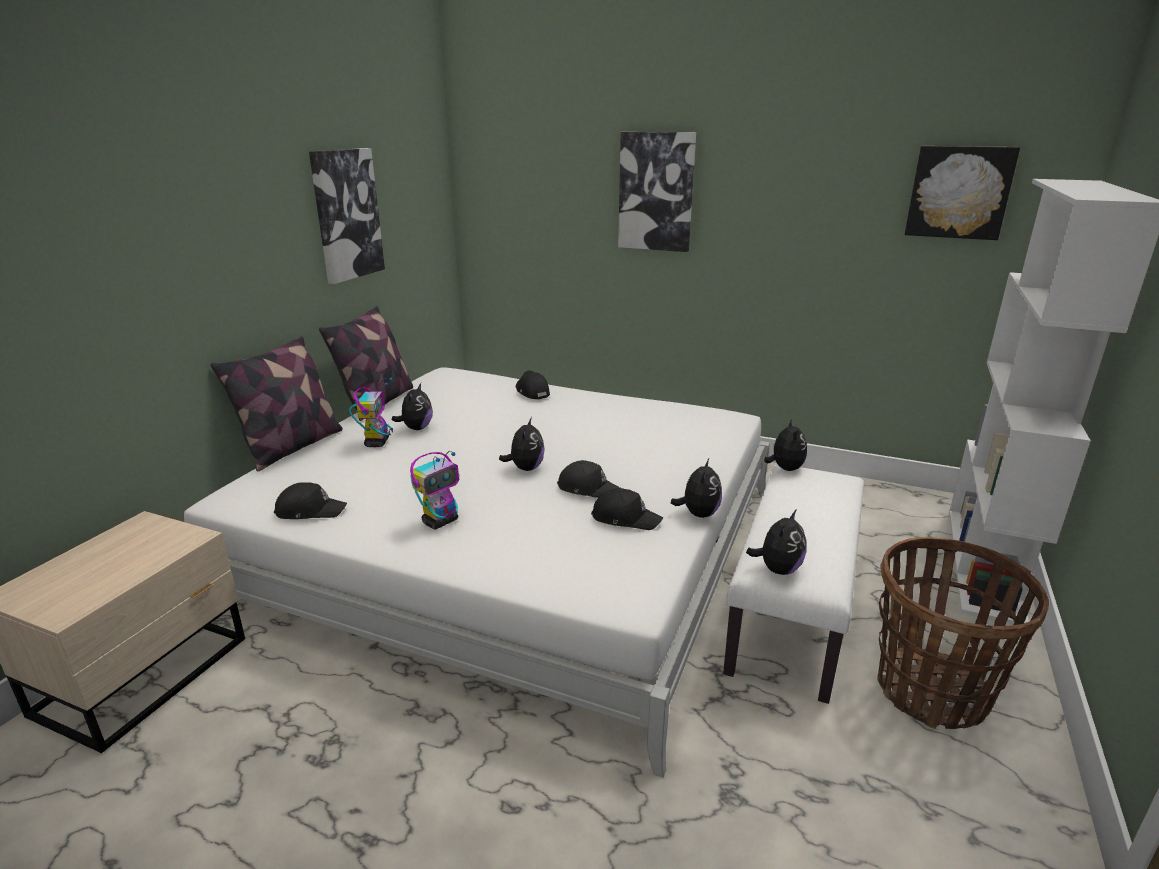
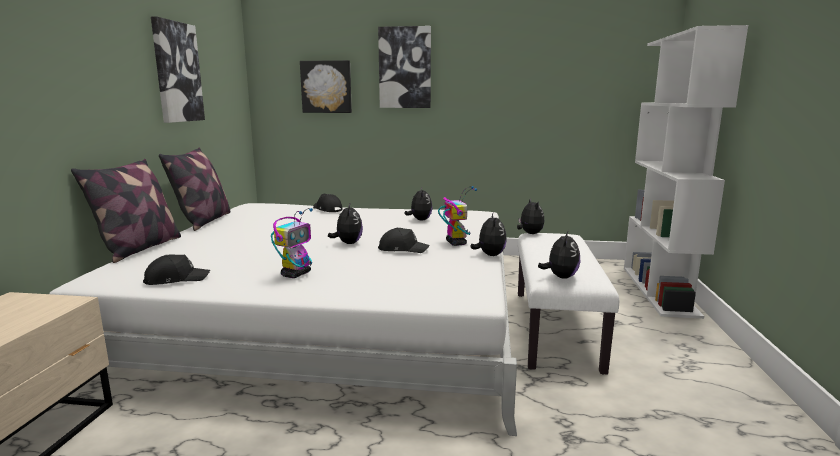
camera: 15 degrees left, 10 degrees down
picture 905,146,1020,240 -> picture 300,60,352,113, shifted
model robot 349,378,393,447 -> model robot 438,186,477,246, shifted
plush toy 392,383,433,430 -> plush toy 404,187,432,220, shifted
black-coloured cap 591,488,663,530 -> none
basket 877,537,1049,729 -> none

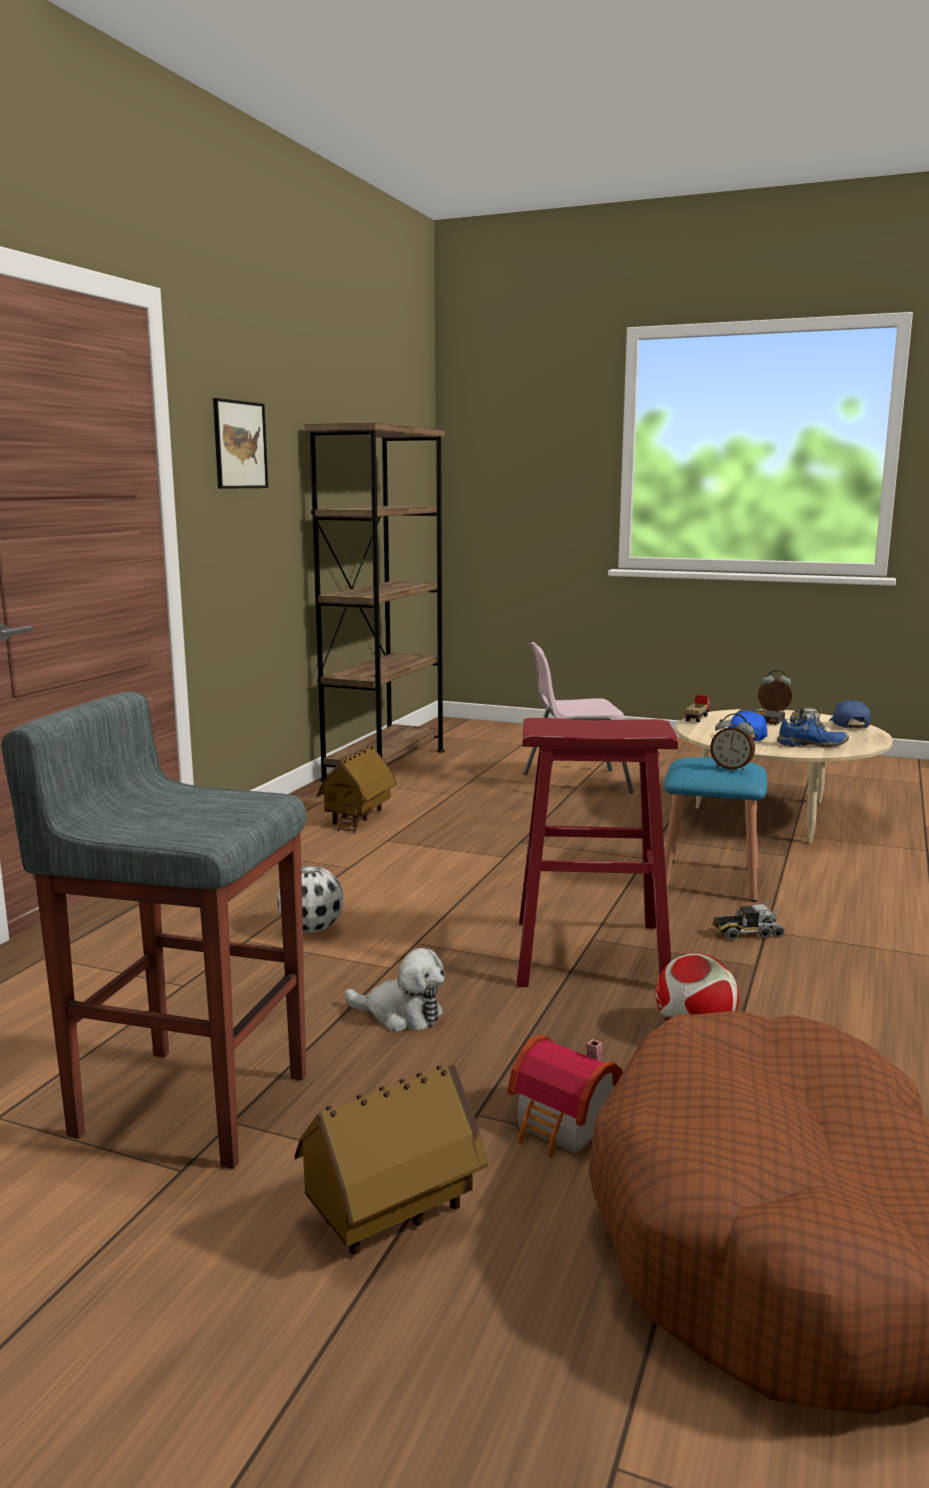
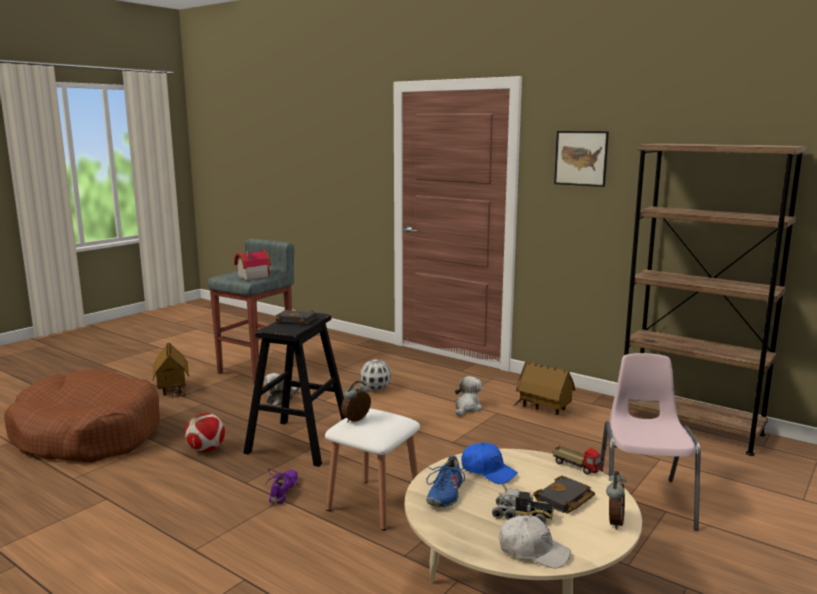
camera: 105 degrees right, 0 degrees up
bluish cap 829,700,871,728 -> white cap 499,516,571,569
reddish stool 517,718,678,987 -> black-coloured stool 243,313,346,467
bluish stool 664,757,767,902 -> white stool 325,408,420,531
toy truck 712,900,785,940 -> purple-coloured shoe 267,469,299,504
model house 508,1034,623,1158 -> model house 234,250,271,280, shifted
none -> black-coloured bound book 276,308,316,324
none -> plush toy 455,376,482,416

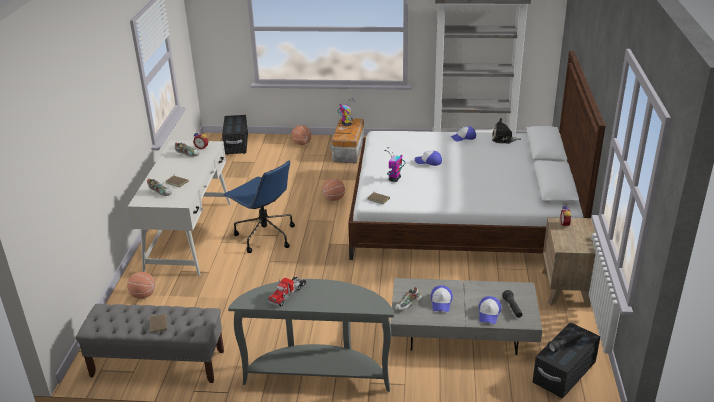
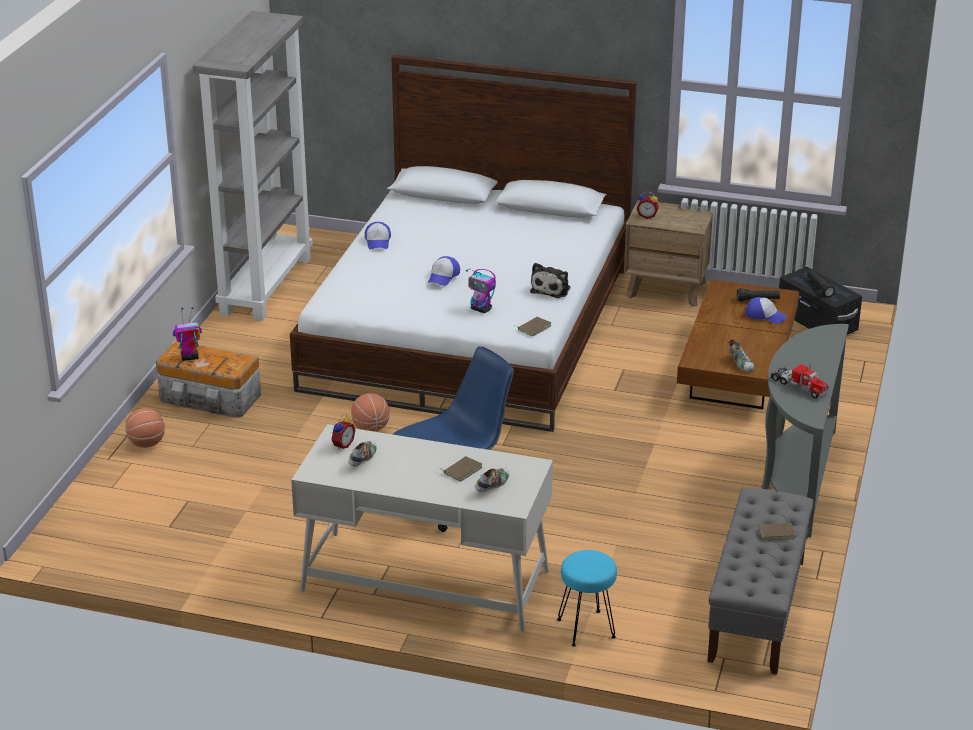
camera: 80 degrees left, 0 degrees up
black-coloured storage container 222,115,248,155 -> none
plush toy 492,118,521,144 -> plush toy 530,263,570,298, shifted
ball for basketball 127,272,155,299 -> blue-green stool 557,550,617,646
gray coffee table 391,278,542,355 -> brown-coloured coffee table 677,279,800,409
cap 431,285,453,312 -> none

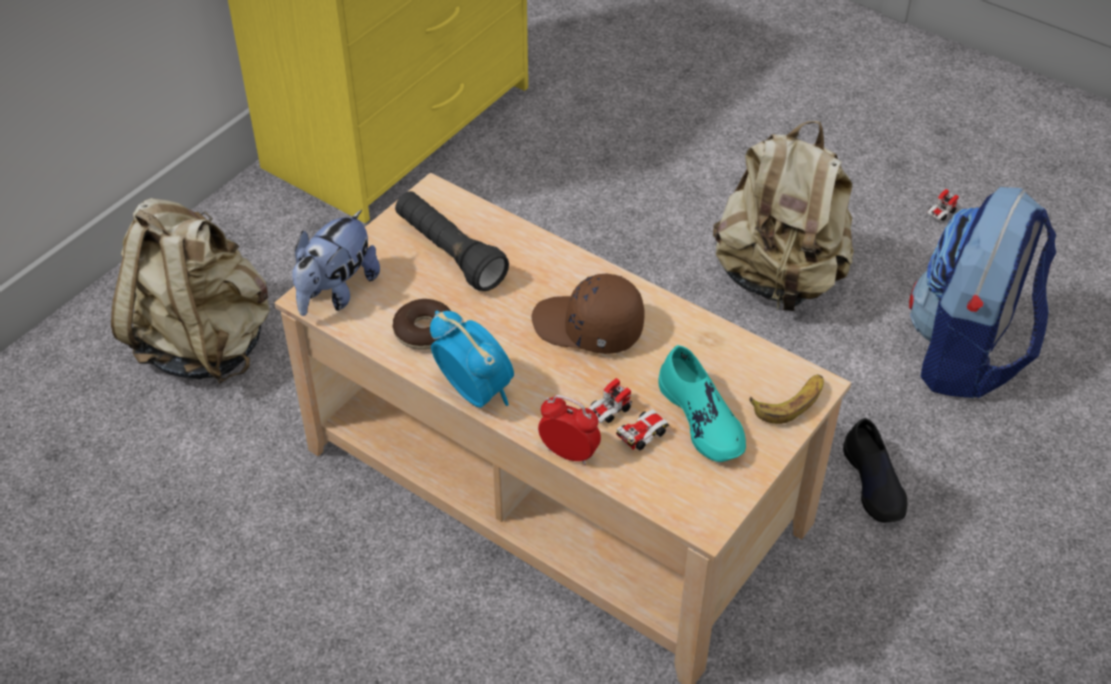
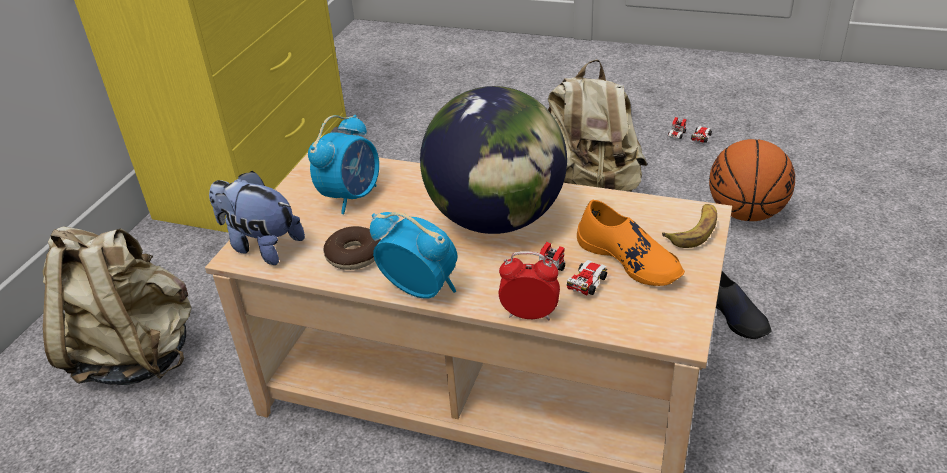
camera: 15 degrees left, 10 degrees down
backpack 909,187,1056,398 -> ball for basketball 709,139,795,221
black-coloured flashlight 395,191,509,291 -> table clock 308,115,379,214
plush toy 292,210,380,316 -> plush toy 209,171,305,265, 105 degrees clockwise
brown-coloured cap 531,274,645,354 -> desk globe 420,86,567,234
blue-green shoe 658,345,746,462 -> orange shoe 577,200,685,286

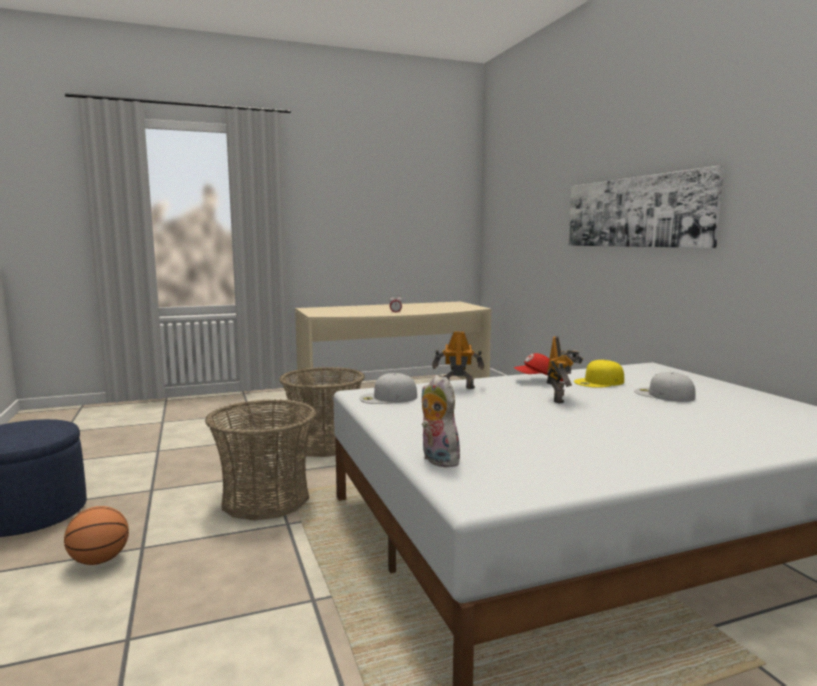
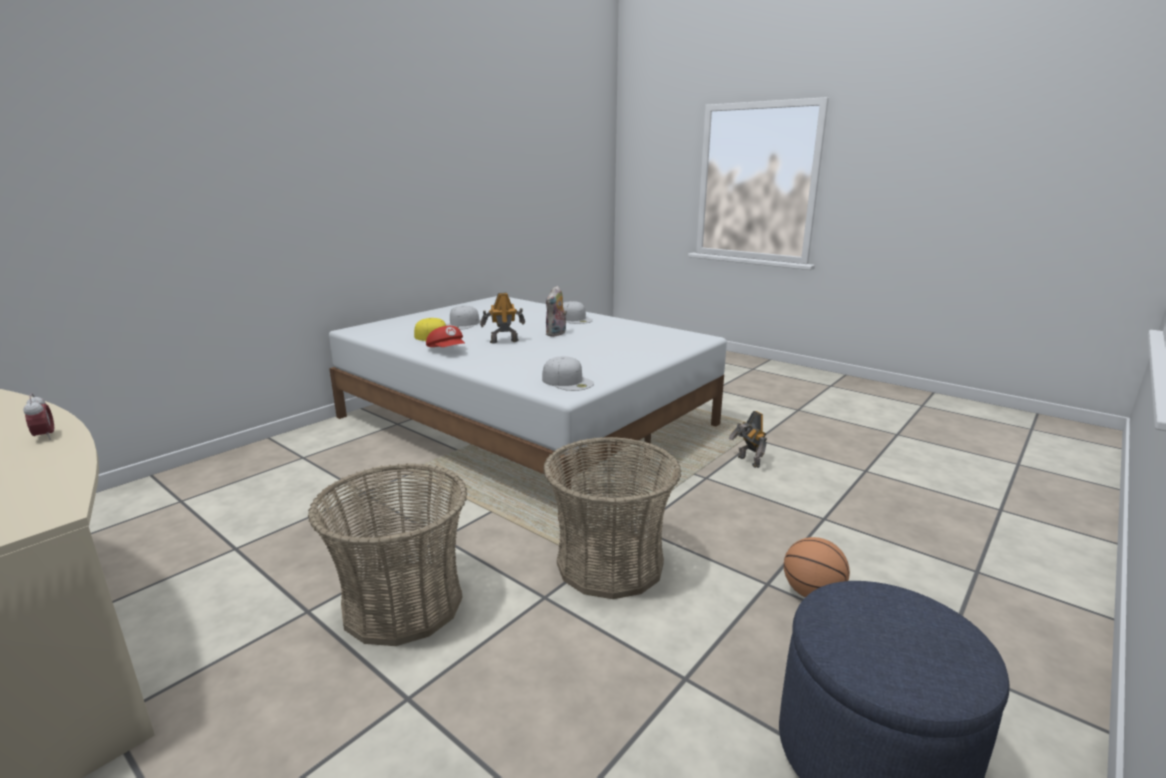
camera: 120 degrees left, 10 degrees up
picture 569,165,724,248 -> none
model robot 432,331,484,389 -> model robot 729,411,767,468, shifted
plush toy 422,375,460,467 -> plush toy 546,285,567,337, shifted
none -> white cap 563,301,593,324

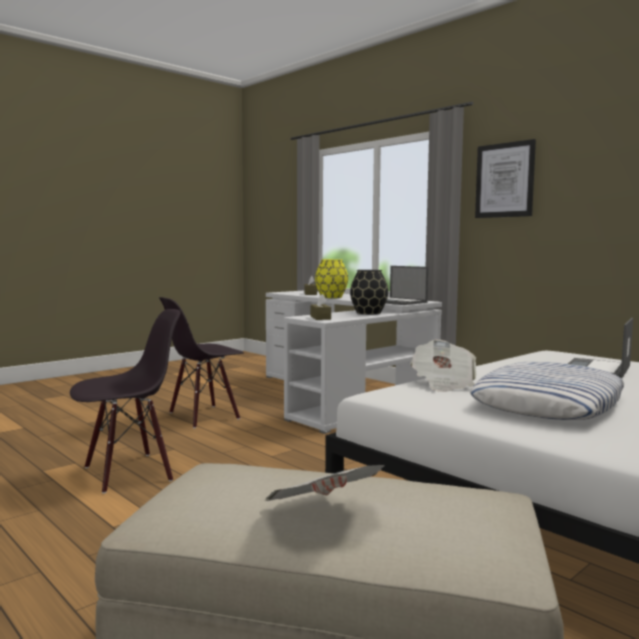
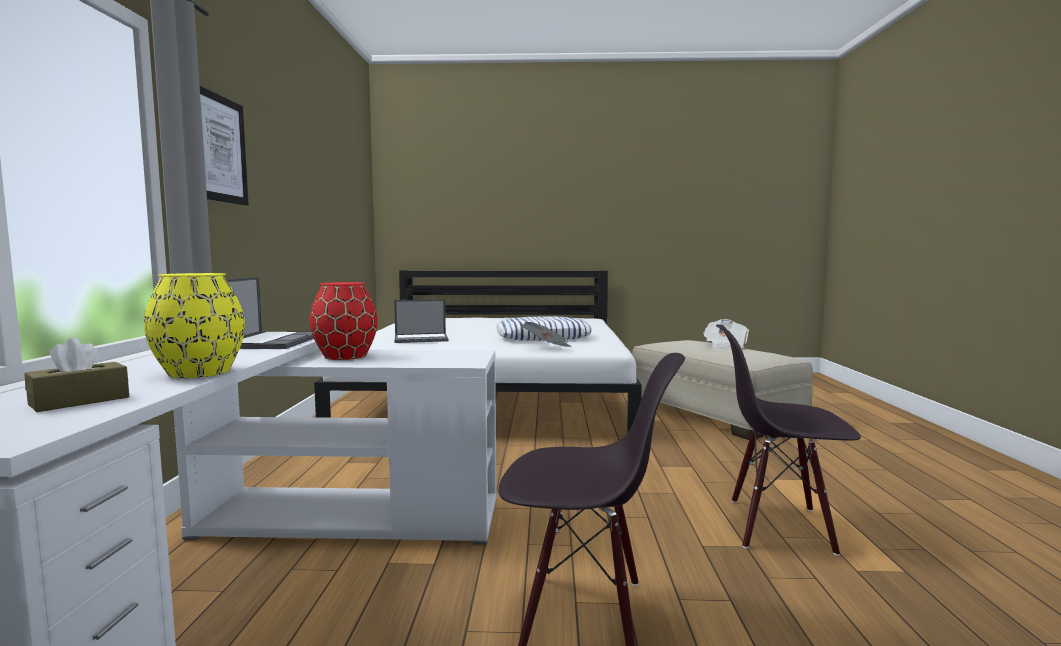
camera: 135 degrees left, 0 degrees up
black-coloured flower vase 350,270,388,314 -> reddish flower vase 310,282,378,360
brown-coloured tissue box 311,294,331,320 -> none

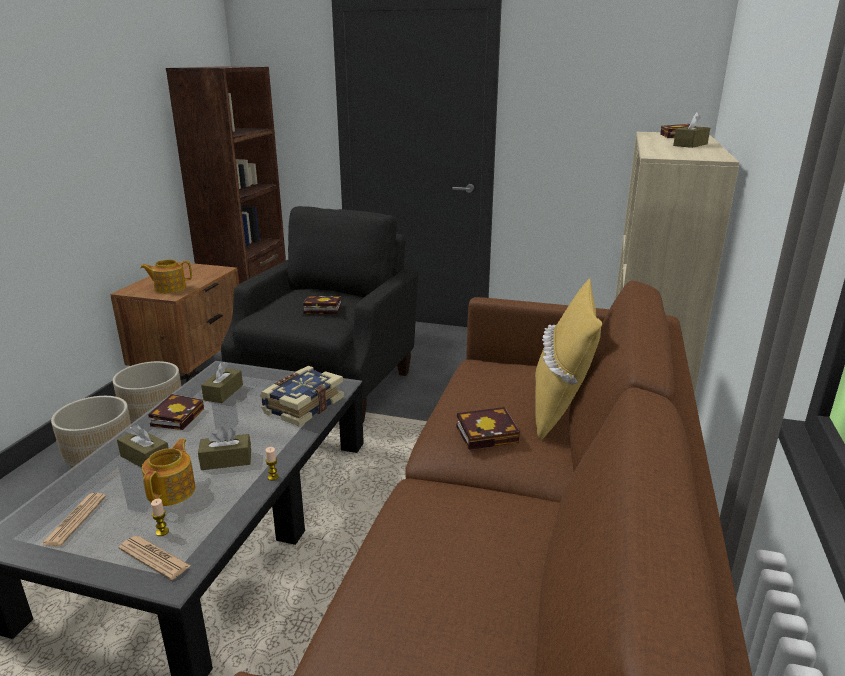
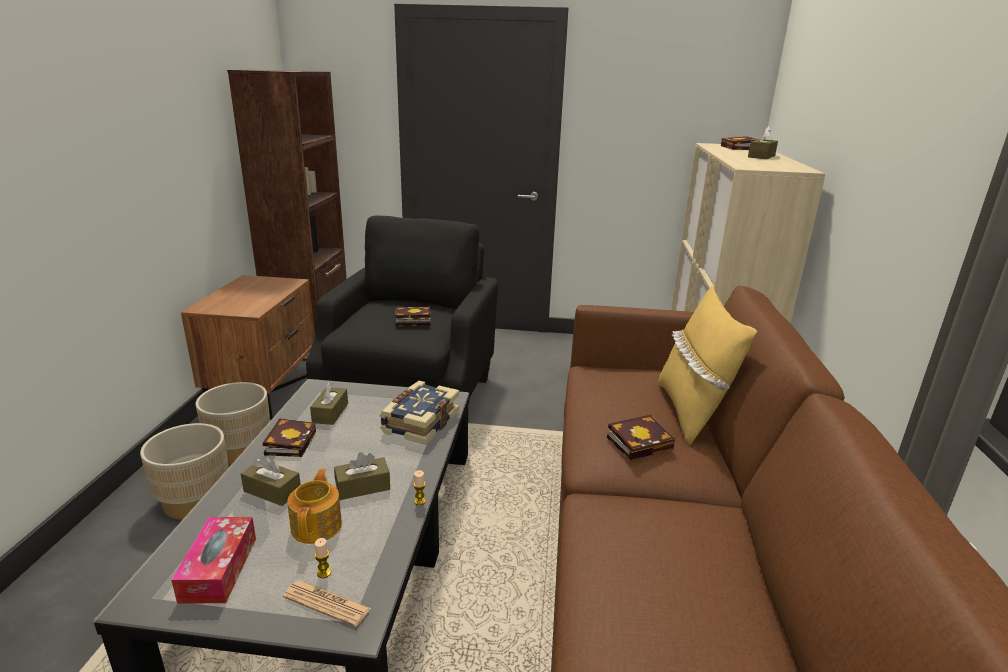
camera: 10 degrees left, 0 degrees up
tea pot 140,260,192,293 -> none
newspaper 40,493,106,547 -> tissue box 171,517,256,604

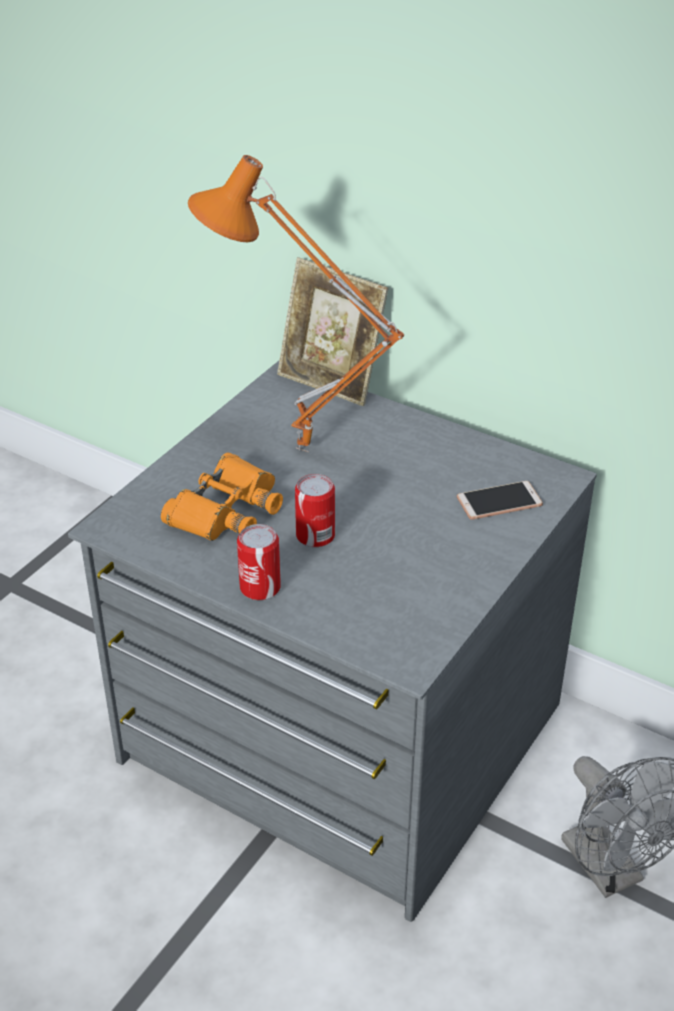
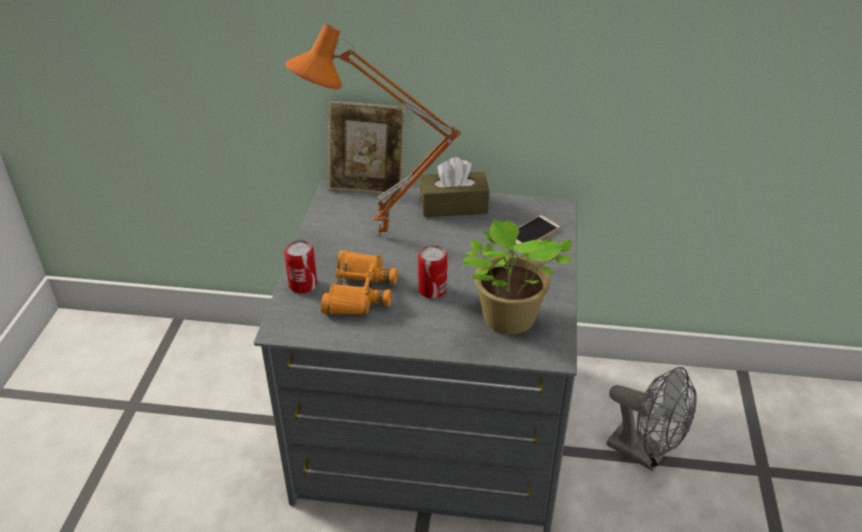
camera: 25 degrees left, 0 degrees up
metal can 237,524,281,600 -> metal can 284,240,317,294, shifted
none -> brown-coloured tissue box 420,157,489,217
none -> potted plant 462,220,572,334

